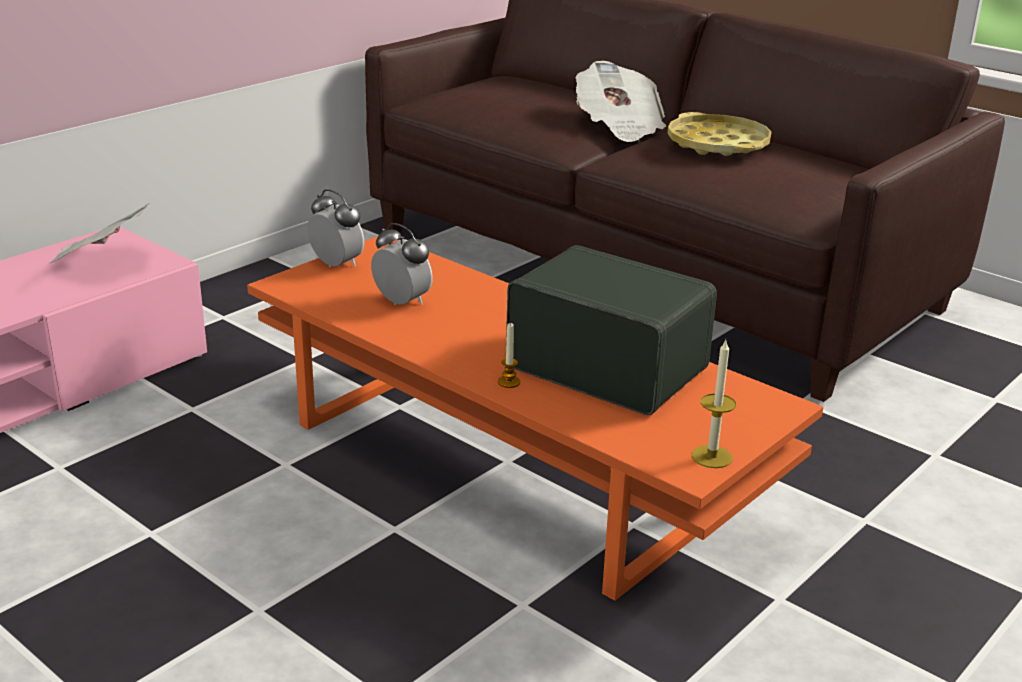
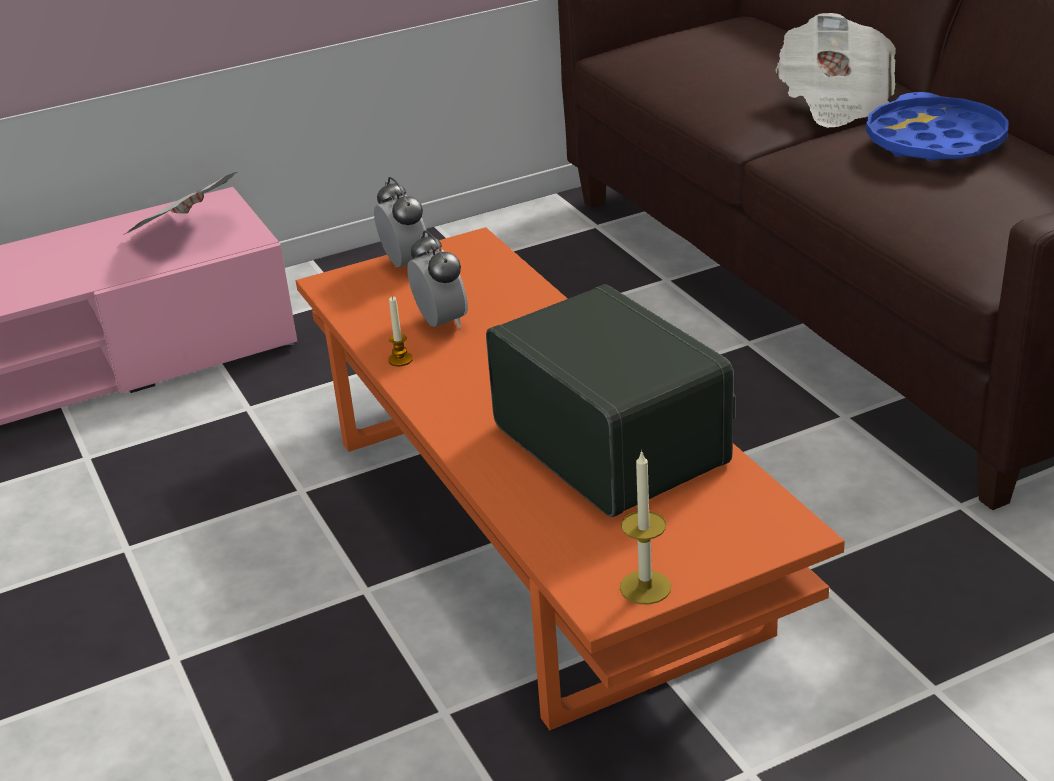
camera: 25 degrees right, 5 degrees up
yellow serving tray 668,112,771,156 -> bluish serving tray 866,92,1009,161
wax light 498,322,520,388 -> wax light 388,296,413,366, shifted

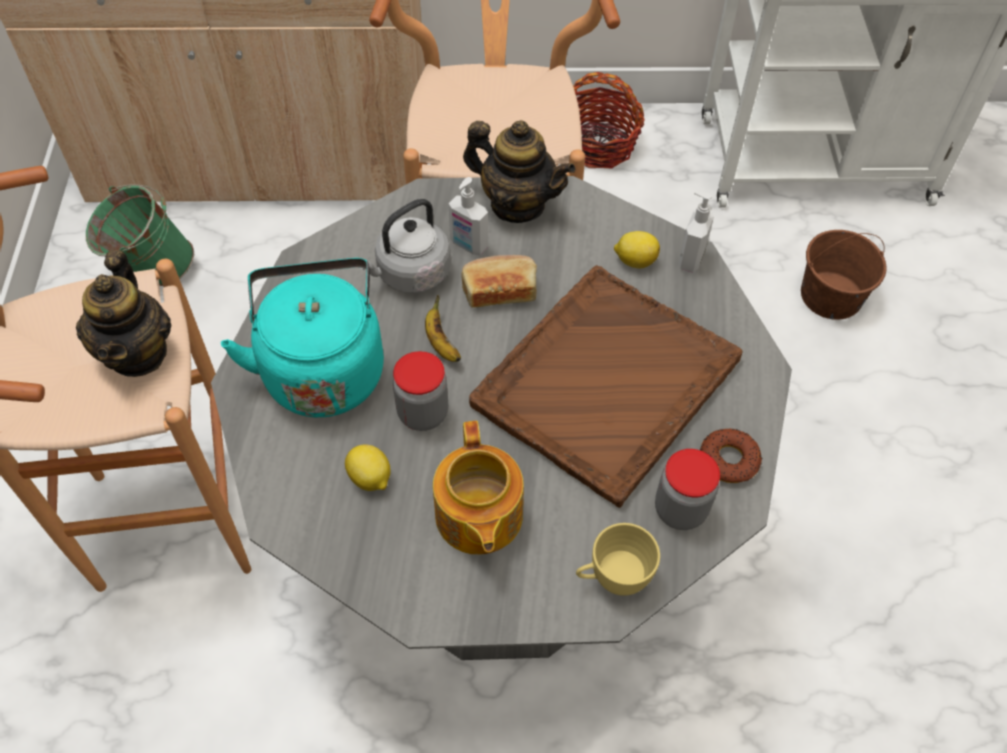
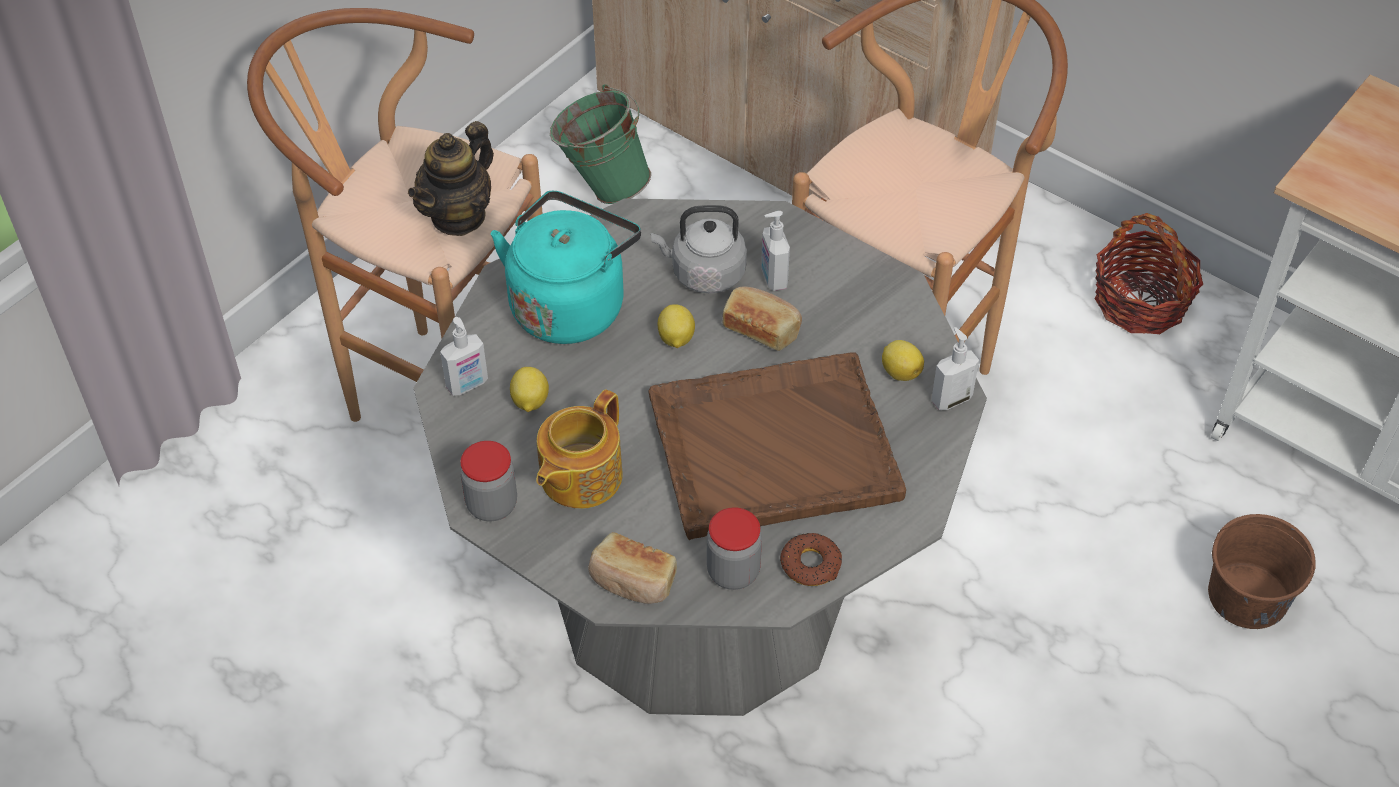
camera: 40 degrees right, 5 degrees down
tea pot 463,120,576,223 -> none
banana fruit 425,295,461,362 -> citrus fruit 658,304,695,348
jar 393,351,448,431 -> jar 460,441,517,521, shifted
yellow small cup 576,523,660,596 -> bakery bread 588,532,677,604
none -> soap dispenser 440,317,488,396

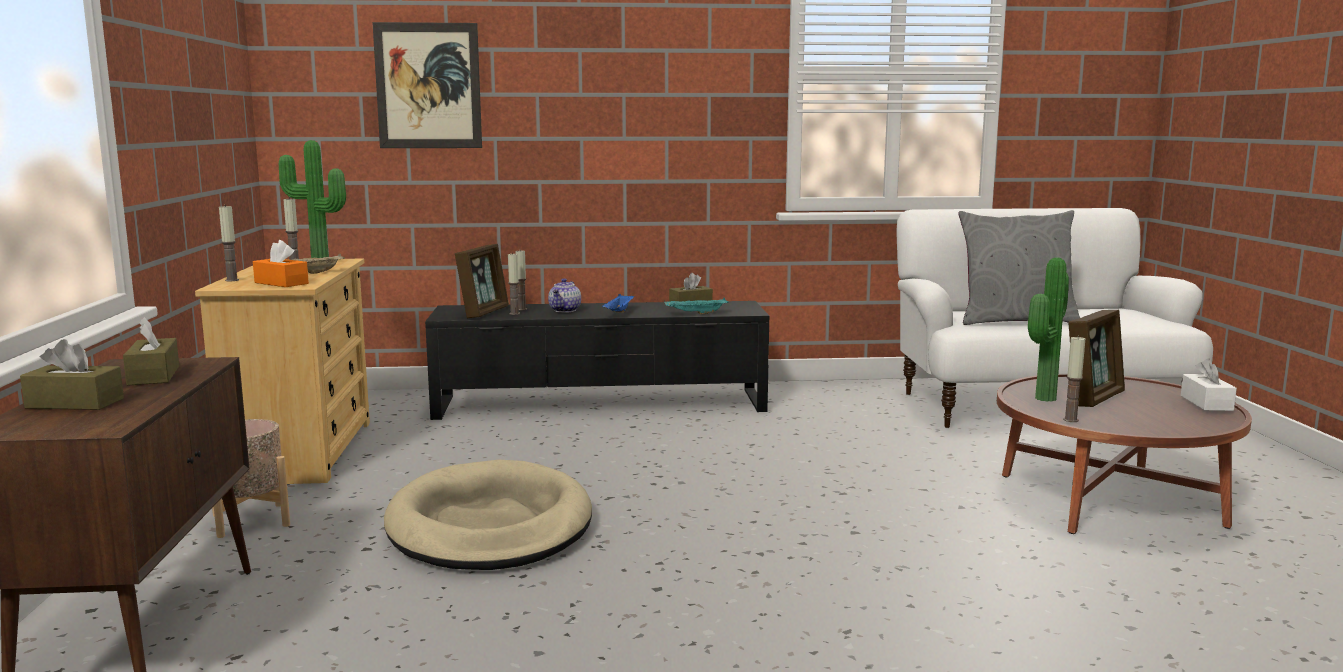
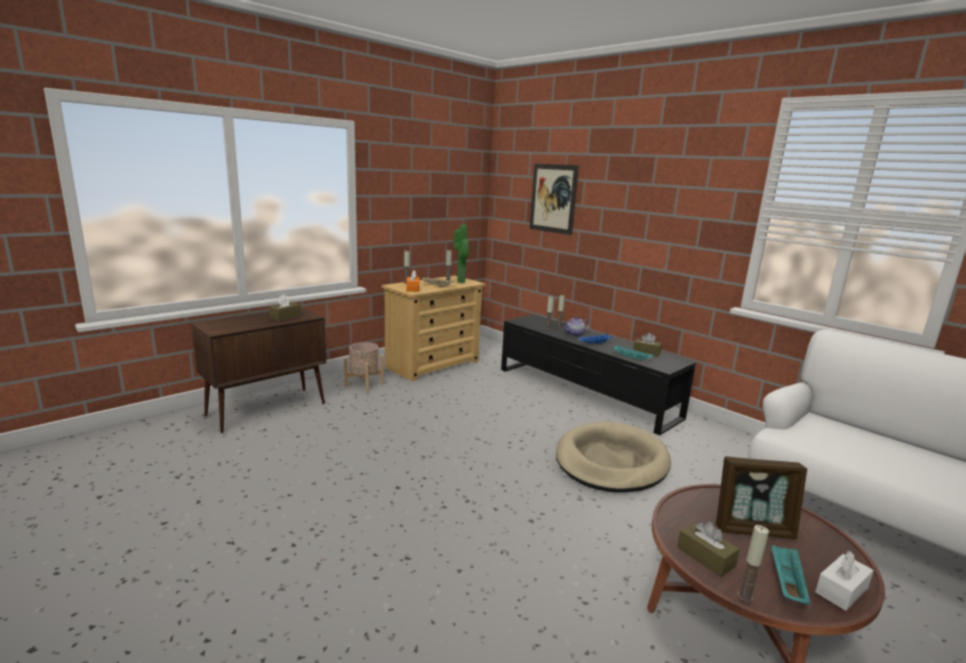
camera: 50 degrees right, 5 degrees up
gray cushion 958,210,1080,325 -> none
picture frame 455,244,509,318 -> none
potted plant 1028,258,1069,402 -> none
wax light 1063,336,1085,422 -> wax light 738,525,769,603, shifted
brown-coloured tissue box 20,339,124,410 -> brown-coloured tissue box 677,522,740,577, shifted
beige-coloured pet bed 384,460,592,570 -> beige-coloured pet bed 556,422,671,492, shifted
none -> blue-green serving tray 771,545,811,605

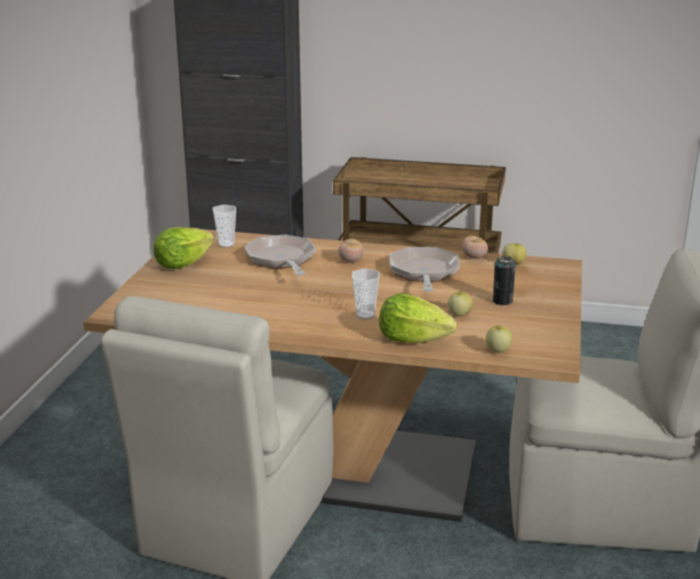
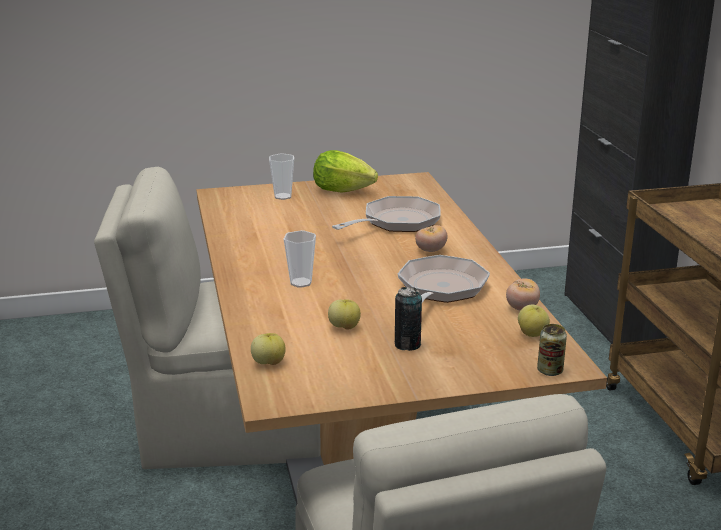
camera: 65 degrees right, 0 degrees up
small cup 213,204,236,248 -> small cup 269,153,294,200, shifted
skillet 389,247,460,292 -> skillet 398,255,490,303, 45 degrees counterclockwise
lettuce 379,293,456,343 -> none
none -> metal can 537,324,567,376

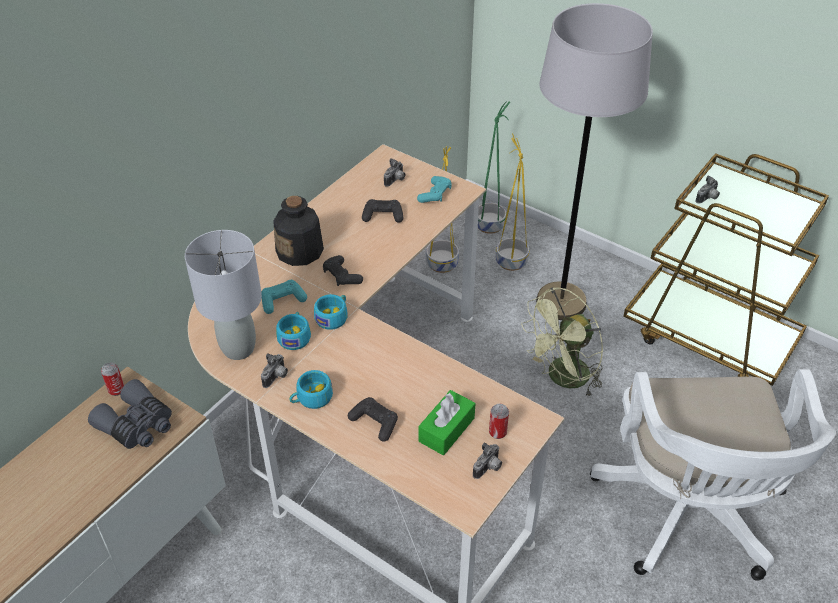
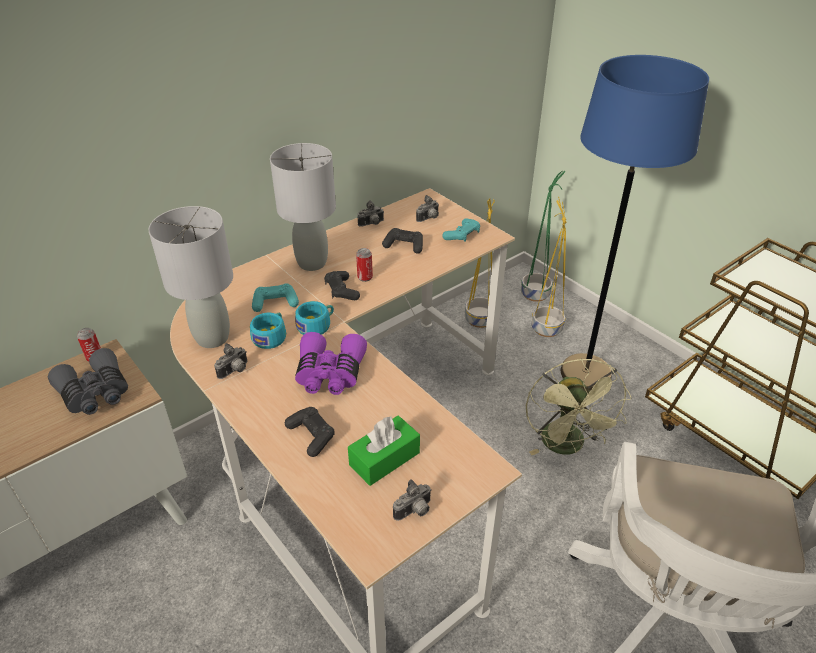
camera: 15 degrees right, 5 degrees down
gray standing lamp 536,3,653,320 -> bluish standing lamp 561,55,709,391
still camera 695,175,720,204 -> still camera 357,200,384,227, shifted
beverage bottle 273,196,324,266 -> gray table lamp 270,143,336,271
green fan 521,287,603,398 -> green fan 526,358,631,455, 75 degrees counterclockwise
blue-green small cup 289,370,333,409 -> none
metal can 489,404,509,439 -> metal can 356,248,373,282, shifted
none -> purple-coloured binoculars 295,332,367,395

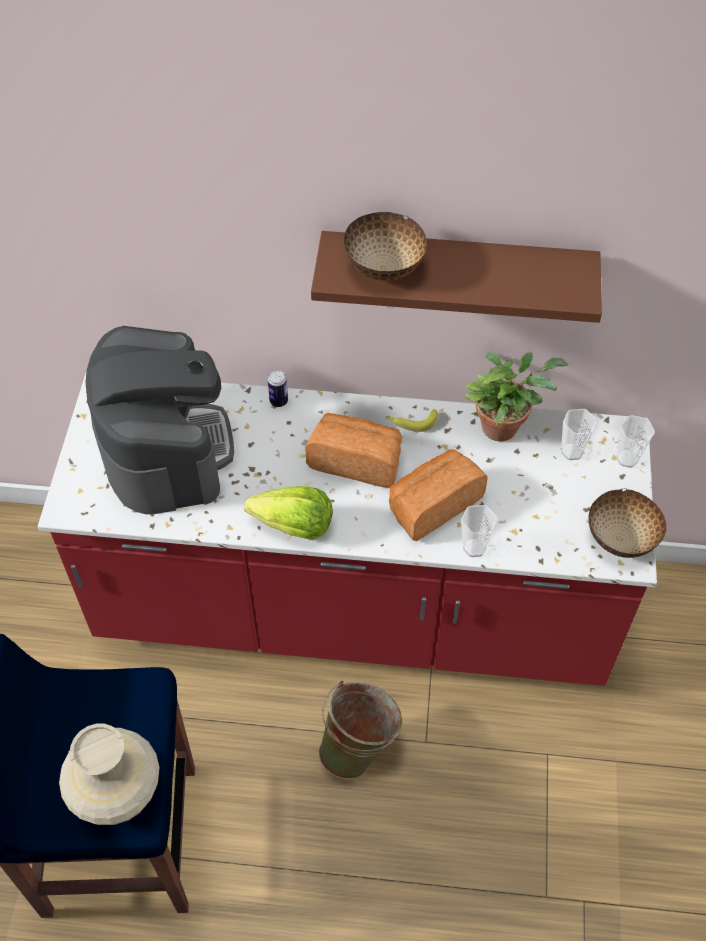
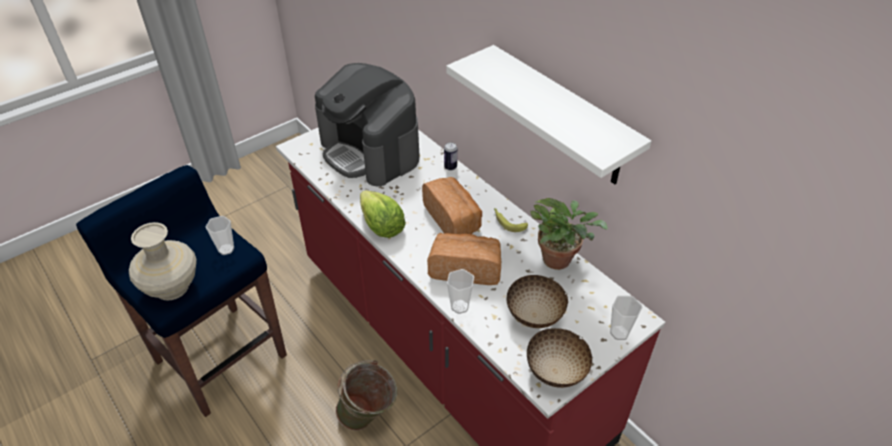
camera: 45 degrees right, 10 degrees down
bowl 344,212,427,281 -> bowl 506,275,568,328, shifted
brown-coloured shelf 311,231,602,323 -> white shelf 446,45,651,184
coffee brewer 86,326,234,514 -> coffee brewer 315,63,419,187, 105 degrees clockwise
small cup 561,409,597,460 -> small cup 206,216,234,255, shifted

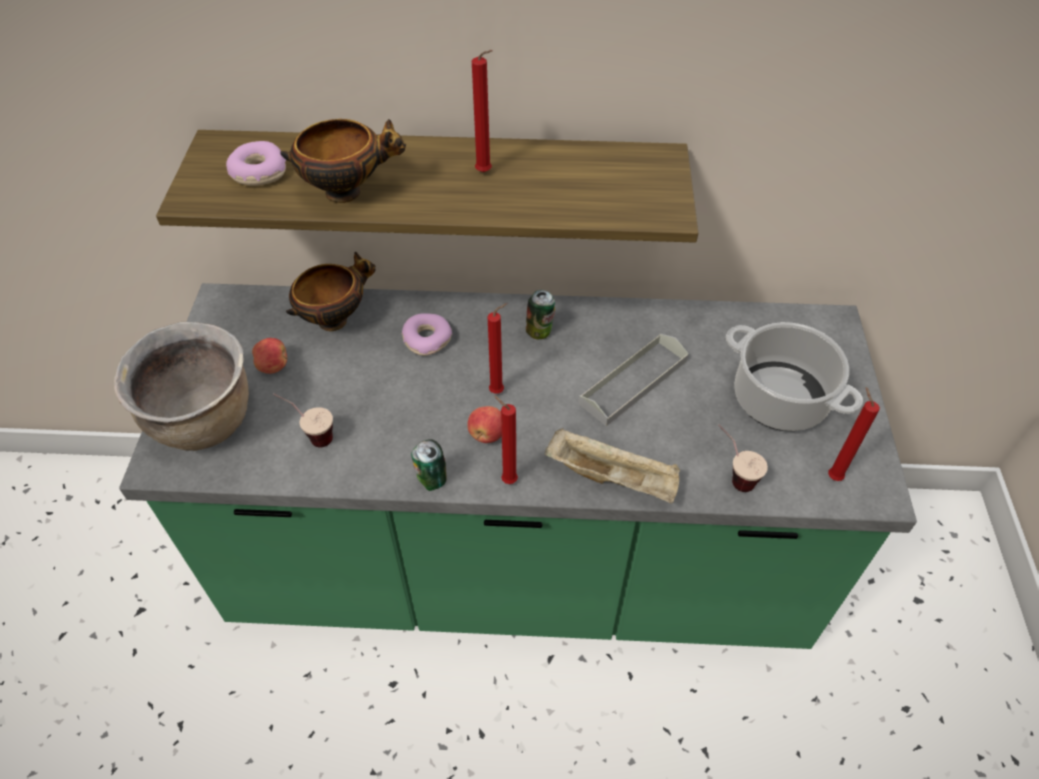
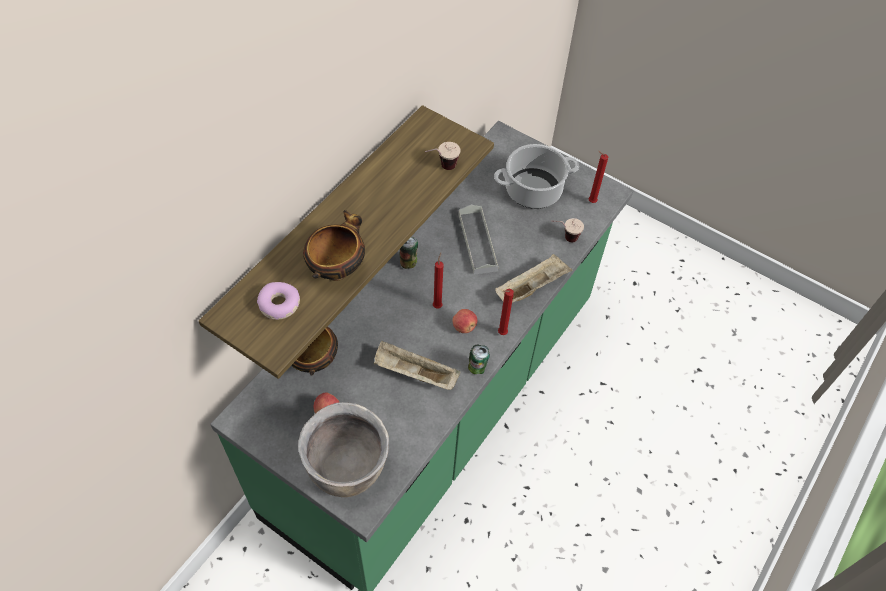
camera: 60 degrees left, 5 degrees up
reddish wax light 472,50,493,172 -> none
ring doughnut 402,313,452,356 -> none
small cup 273,393,333,448 -> small cup 425,142,461,170, shifted
none -> beige-coloured serving tray 374,341,461,390

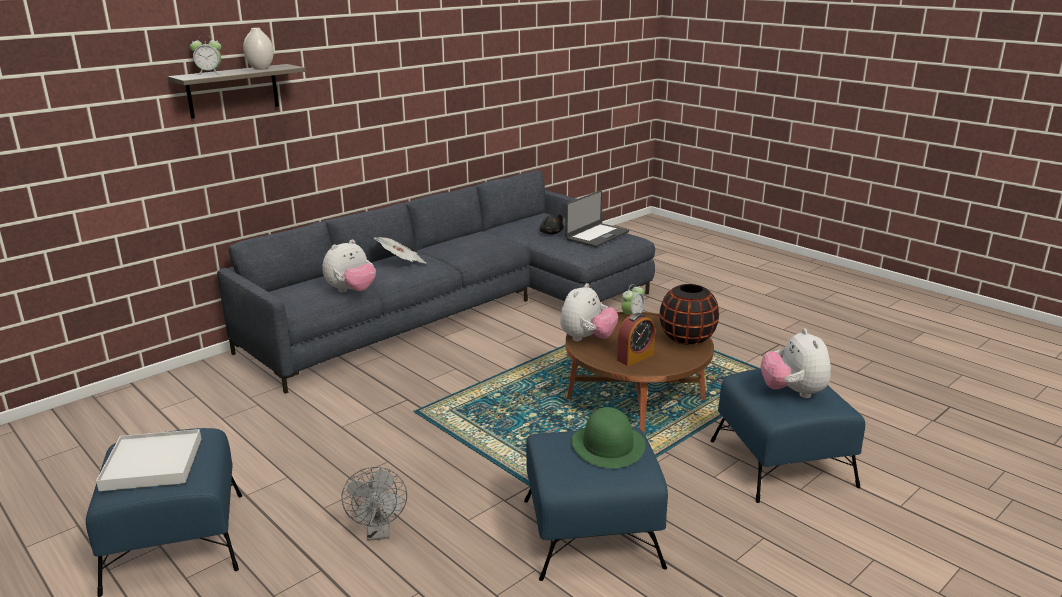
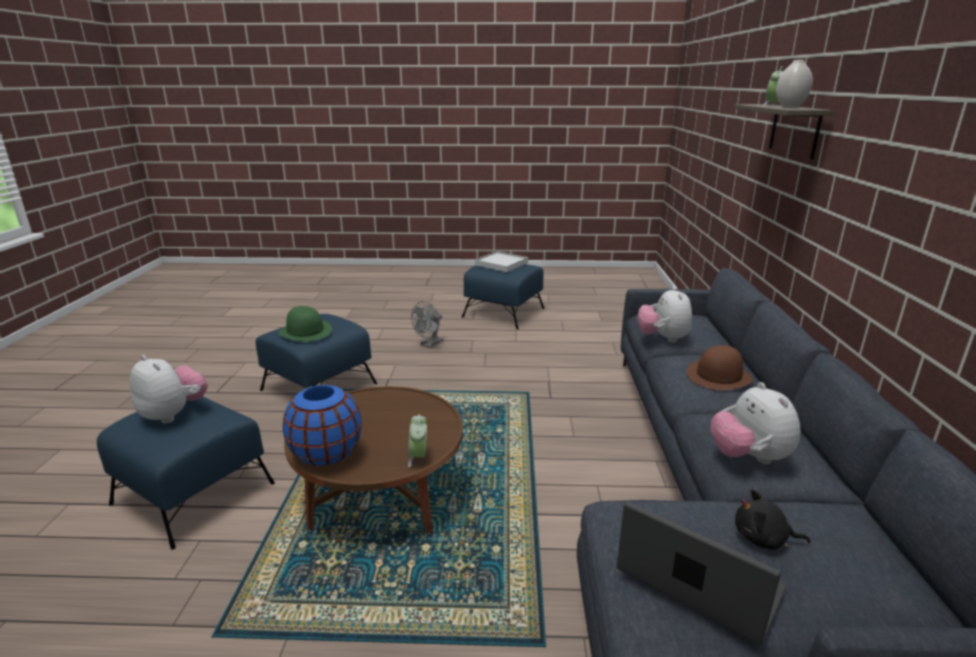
camera: 135 degrees right, 0 degrees up
notebook computer 565,190,629,247 -> notebook computer 617,501,787,645, 135 degrees clockwise
newspaper 374,237,426,263 -> brown-coloured clothing hat 686,345,753,390
plush toy 560,283,618,342 -> plush toy 711,382,801,464, shifted
black-coloured flower vase 659,284,719,345 -> bluish flower vase 283,385,362,466
table clock 617,313,655,366 -> none
gray fan 341,467,407,541 -> gray fan 411,301,443,348, 90 degrees counterclockwise

